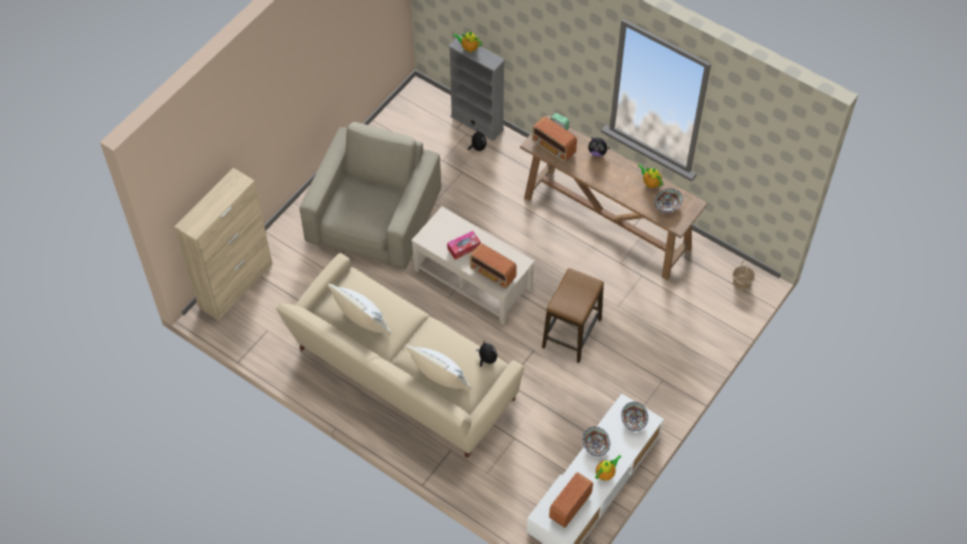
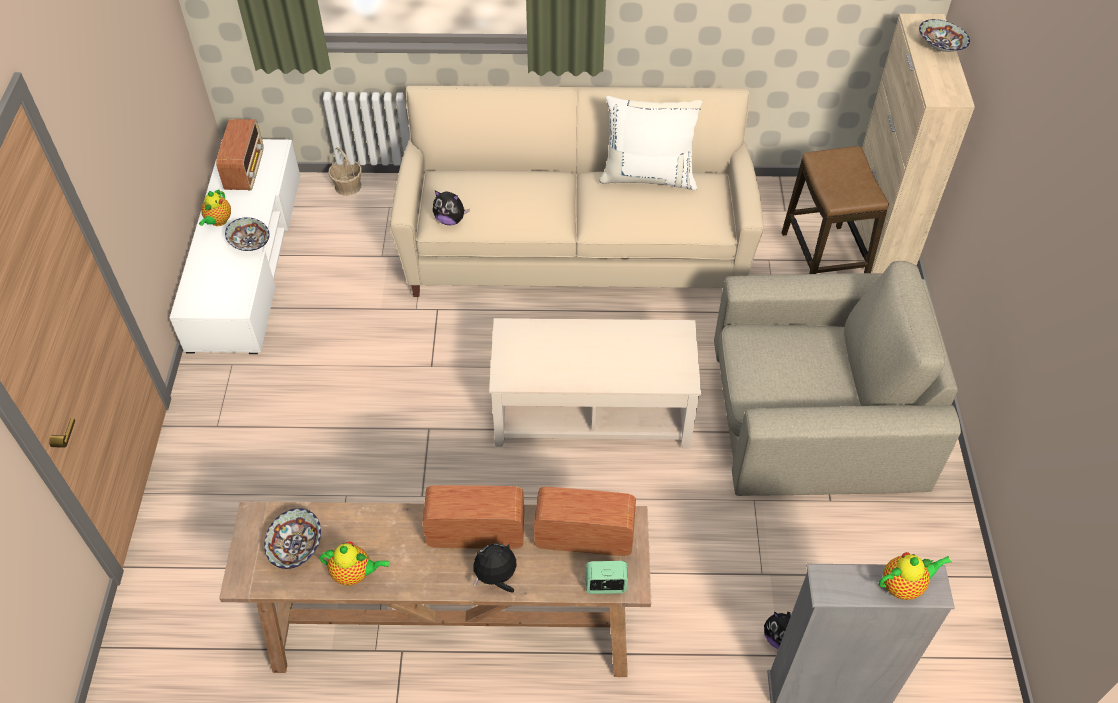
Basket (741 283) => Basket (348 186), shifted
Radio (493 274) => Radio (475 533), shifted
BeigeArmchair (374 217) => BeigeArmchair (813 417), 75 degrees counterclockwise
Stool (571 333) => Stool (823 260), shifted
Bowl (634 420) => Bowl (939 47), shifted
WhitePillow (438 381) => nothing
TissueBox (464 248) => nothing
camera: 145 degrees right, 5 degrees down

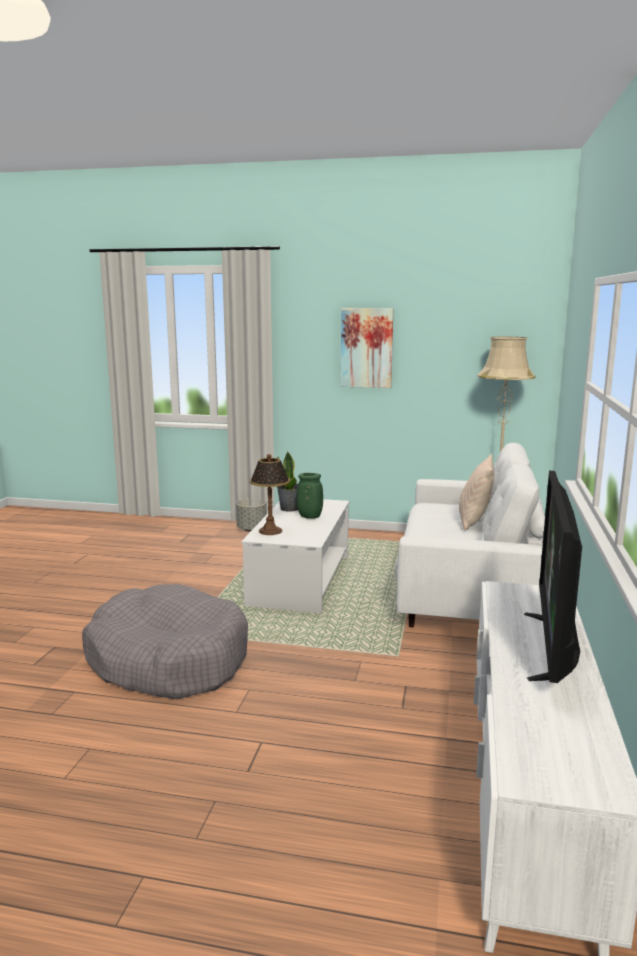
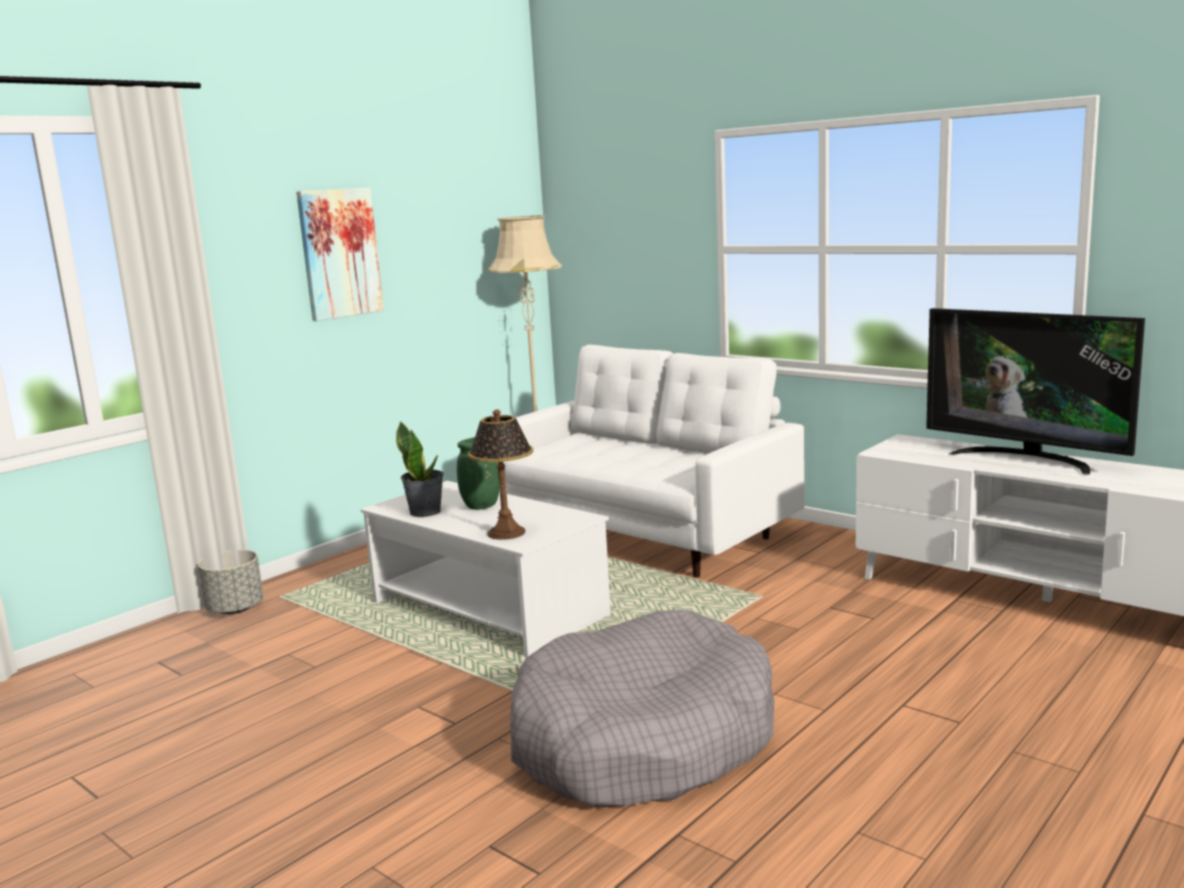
BeigePillow (474 521) => nothing
camera: 60 degrees left, 0 degrees up

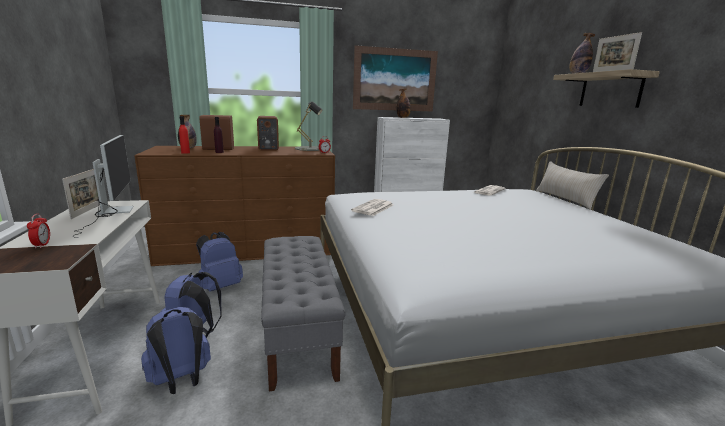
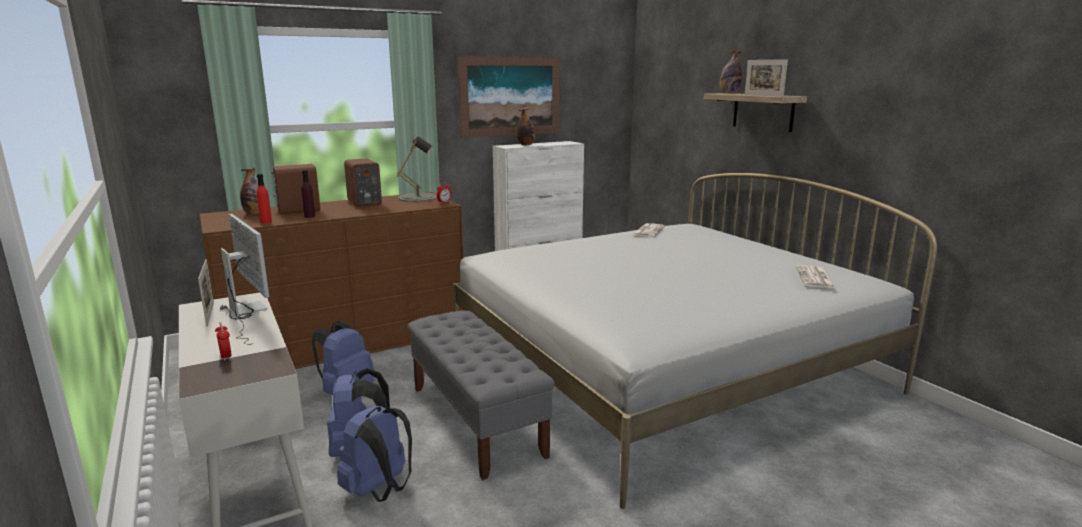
Newspaper (373 208) => Newspaper (815 278), shifted
BeigePillow (565 199) => nothing
camera: 15 degrees left, 0 degrees up

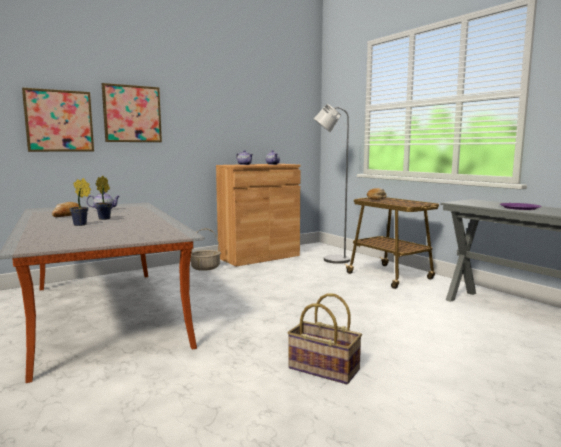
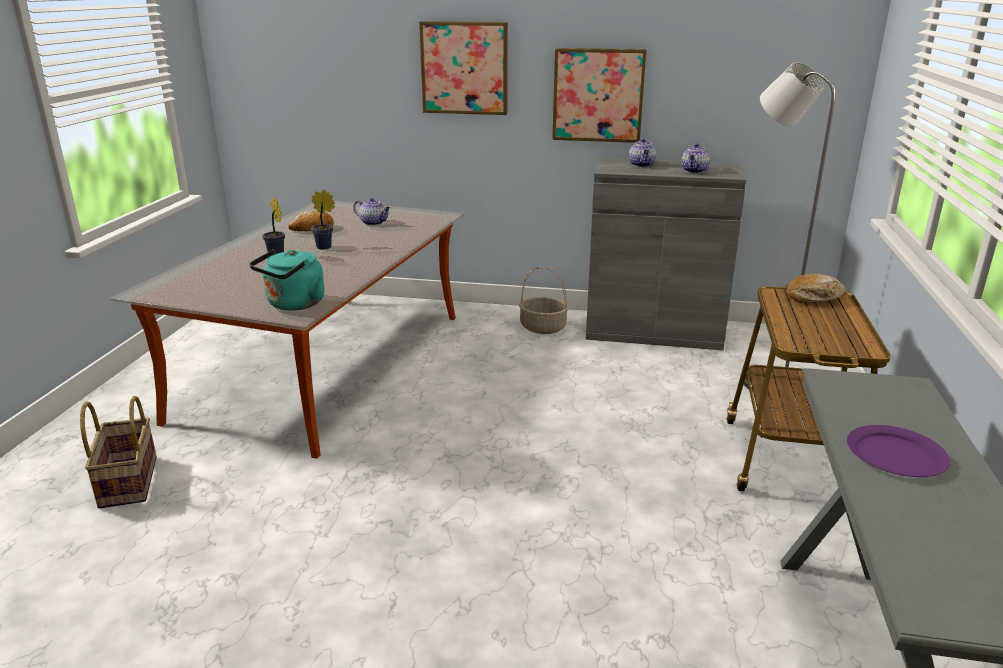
Basket (323 369) => Basket (127 482), shifted
nothing => TurquoiseKettle (293 305)
Picture (59 121) => Picture (598 95), shifted
BrownCabinet (259 257) => GreyCabinet (653 331)
camera: 45 degrees right, 15 degrees up

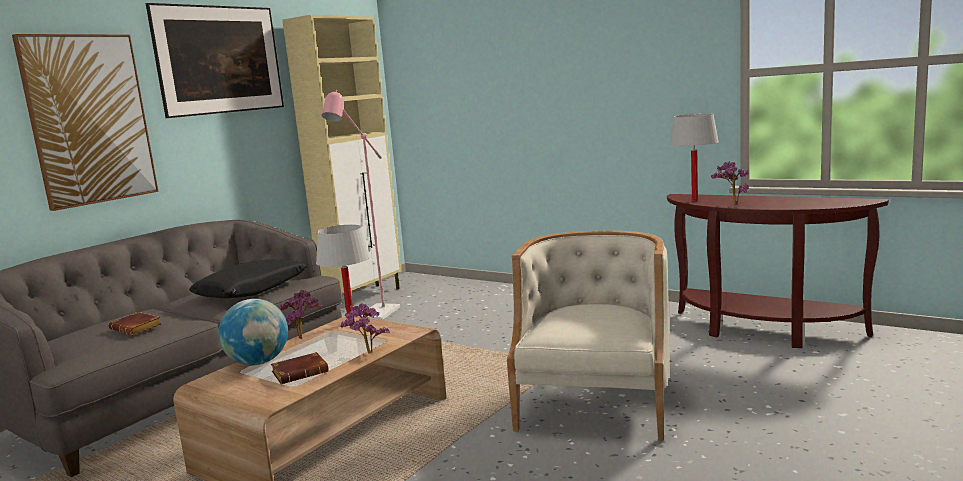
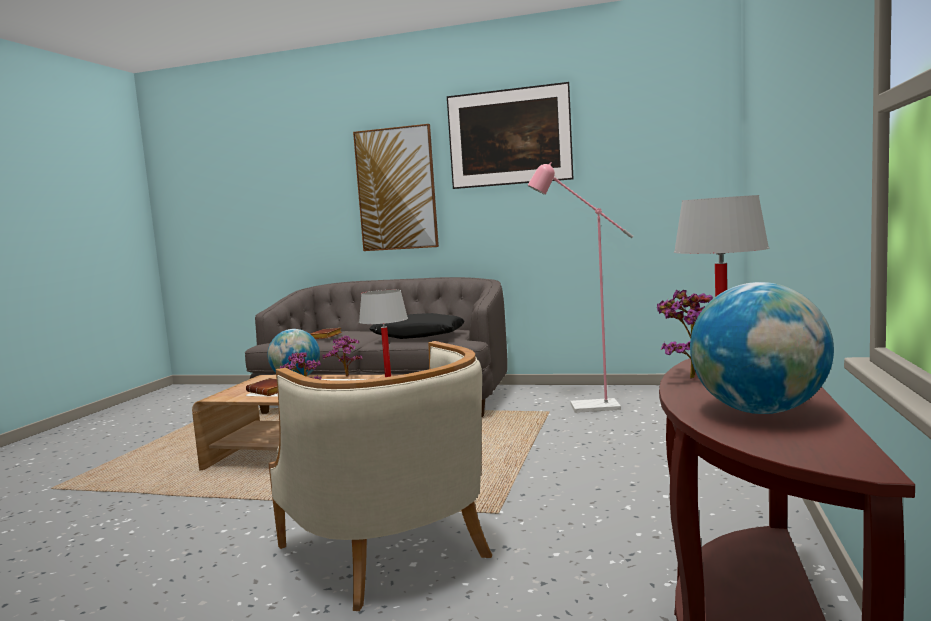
BeigeArmchair (596 402) => BeigeArmchair (389 551), 60 degrees clockwise
nothing => Globe (760 411)
BeigeCabinet (364 297) => nothing
camera: 70 degrees right, 5 degrees down

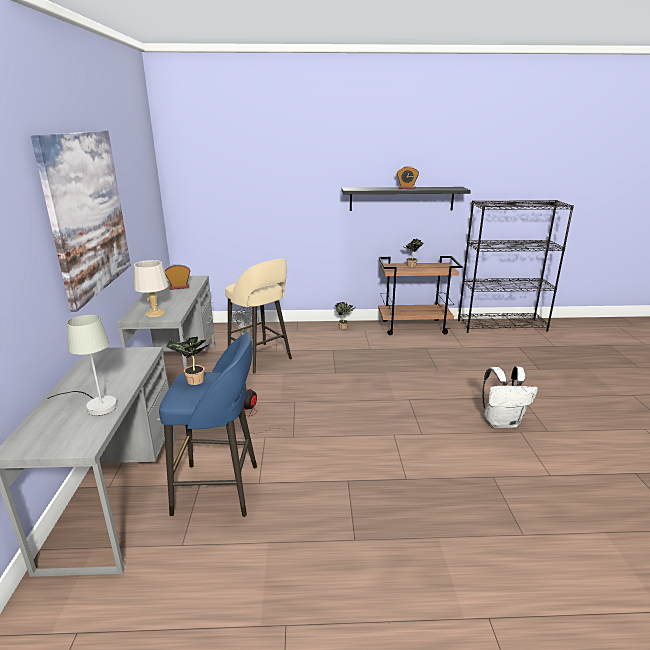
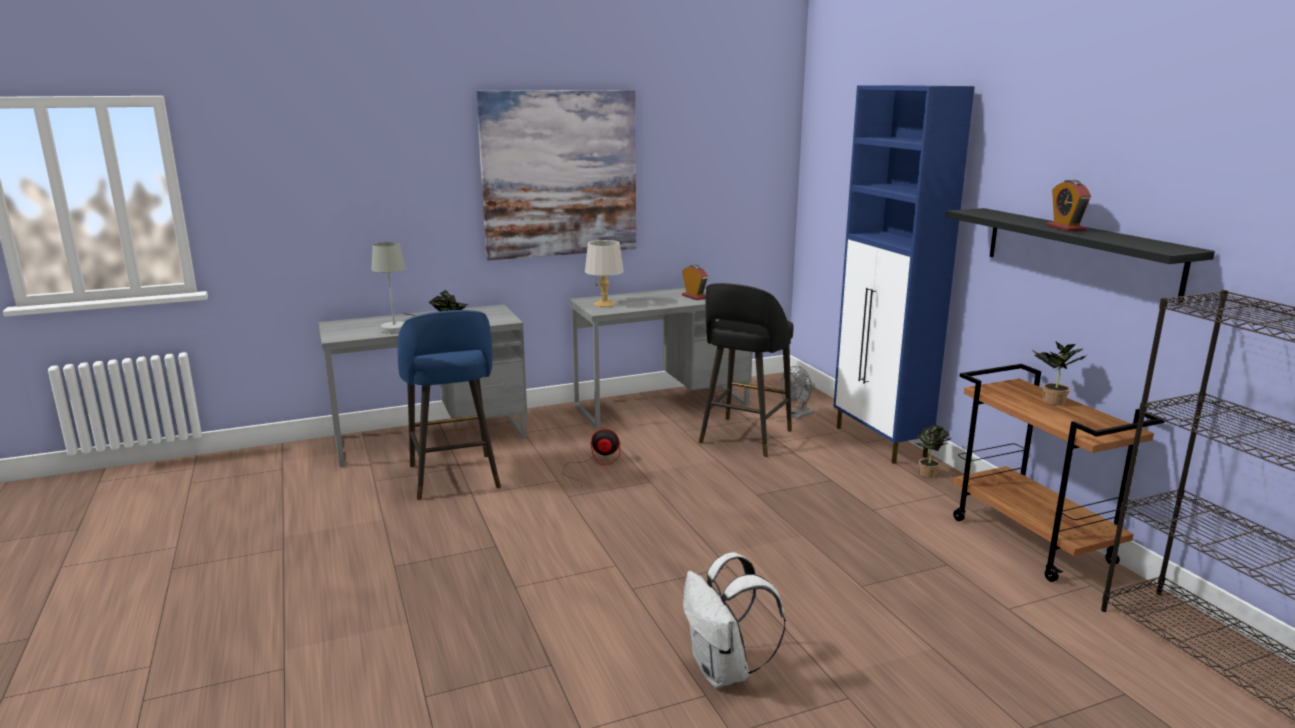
BeigeStool (260 358) => BlackStool (744 438)
nothing => BlueCabinet (880 442)
camera: 70 degrees right, 5 degrees down

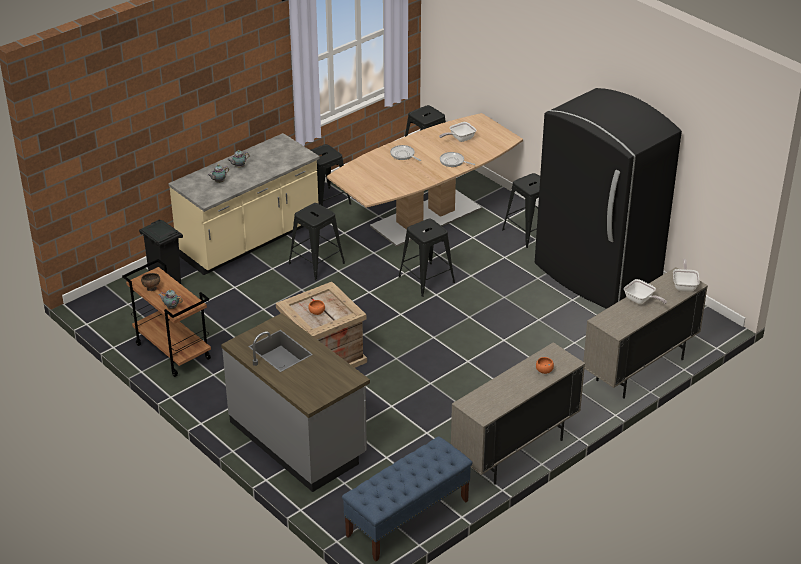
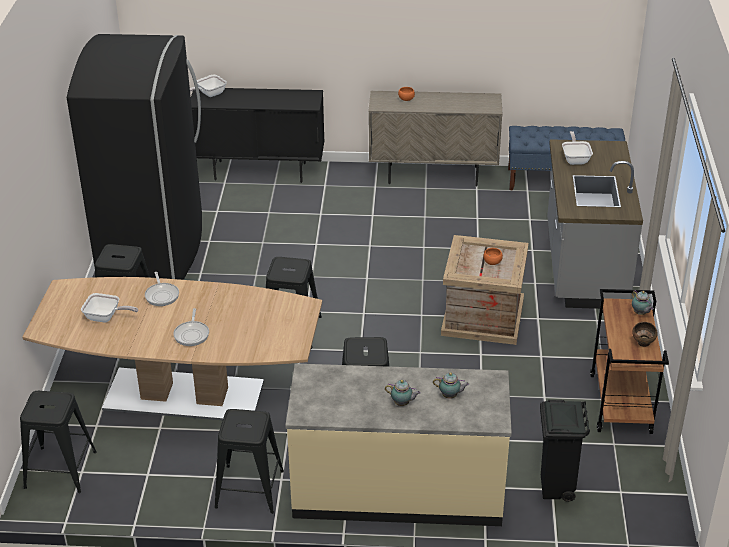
BeigeCabinet (639 370) => BlackCabinet (260 171)
FryingPan (641 301) => FryingPan (575 159), shifted
camera: 135 degrees left, 0 degrees up

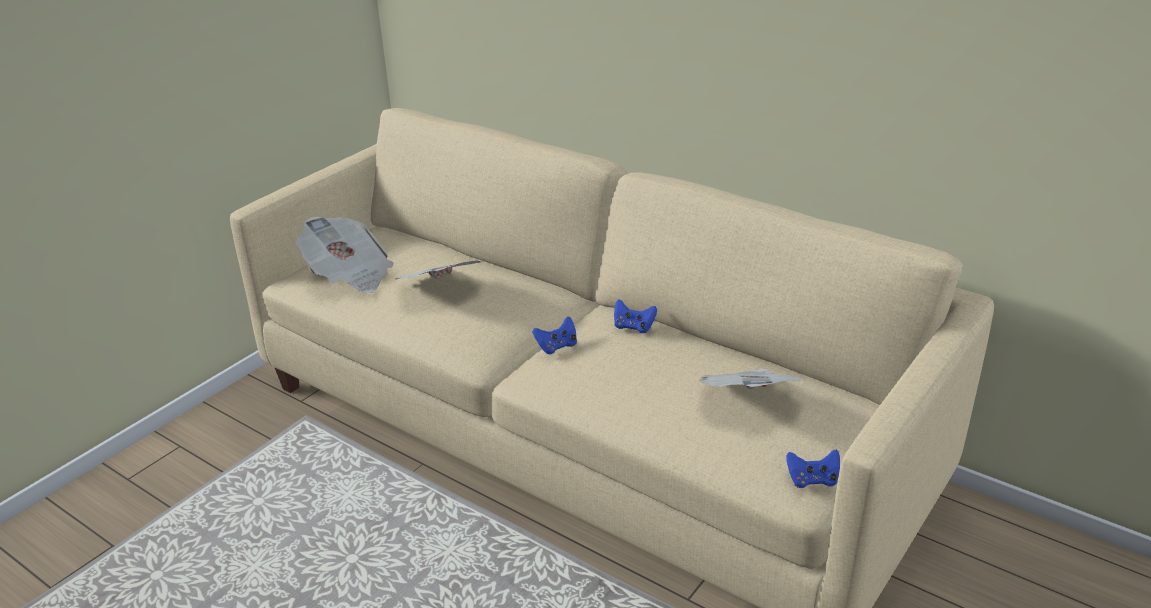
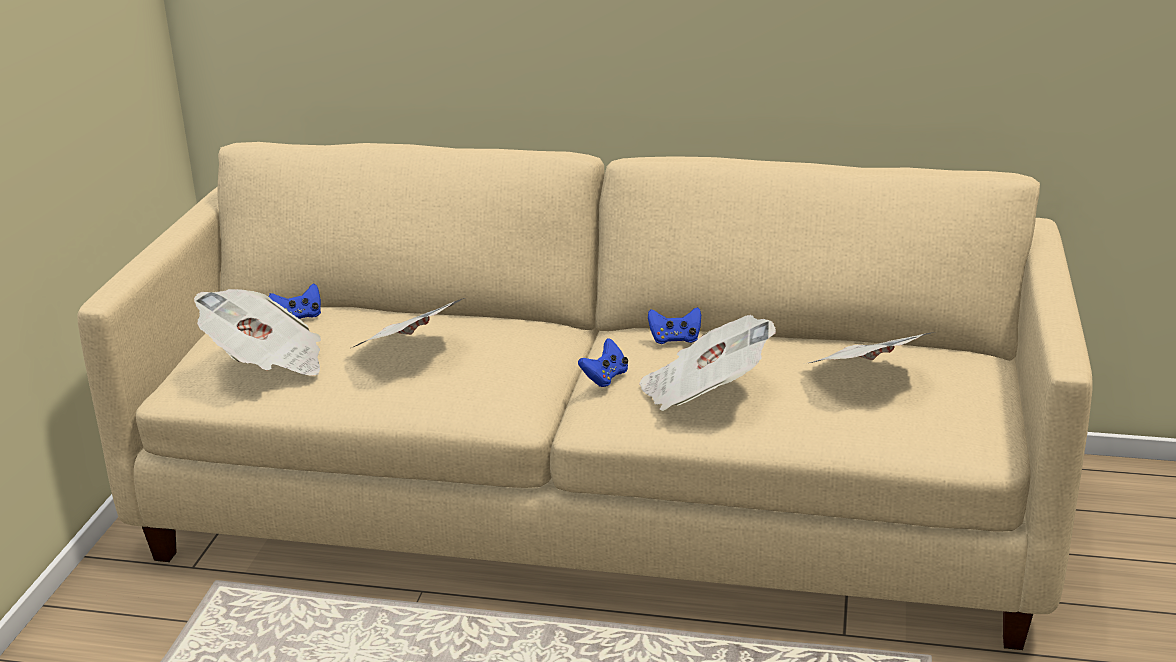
BlueGameController (812 480) => BlueGameController (298 317), shifted
nothing => Newspaper (704 393)
camera: 25 degrees left, 5 degrees down

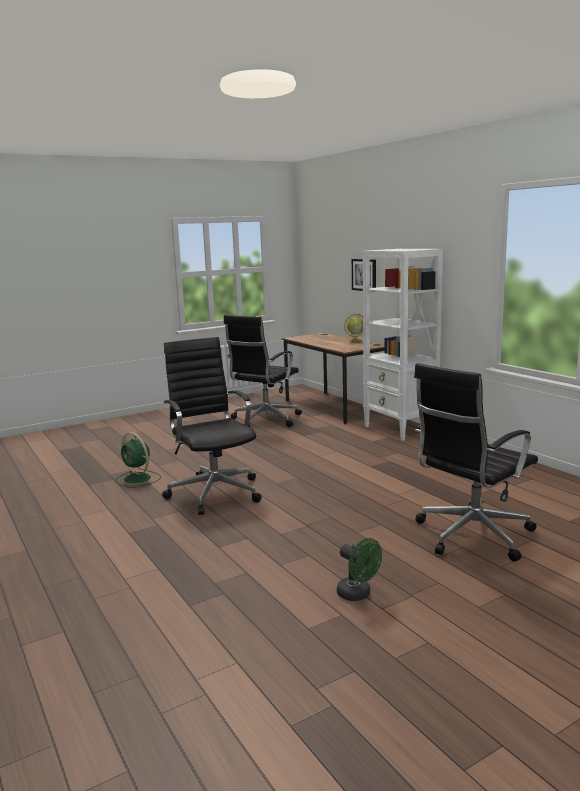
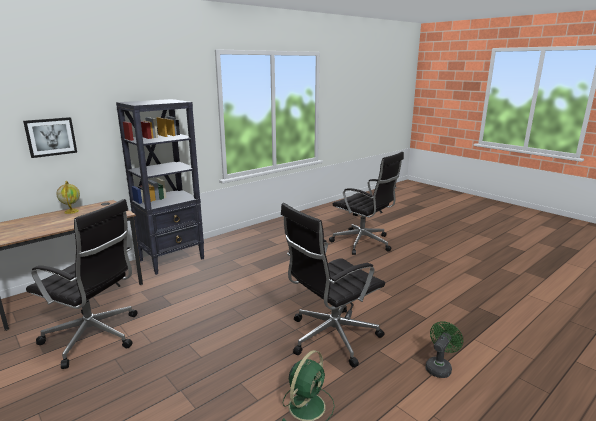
WhiteBookcase (400 429) => BlackBookcase (172 259)
GreenFan (358 595) => GreenFan (439 367), shifted
camera: 100 degrees left, 5 degrees up

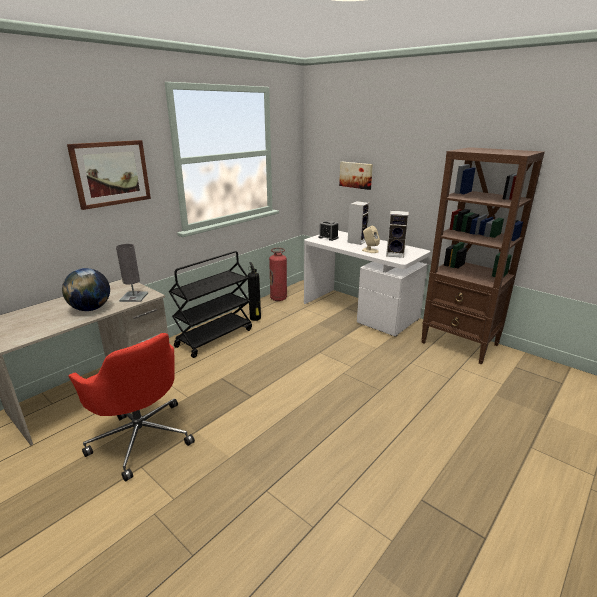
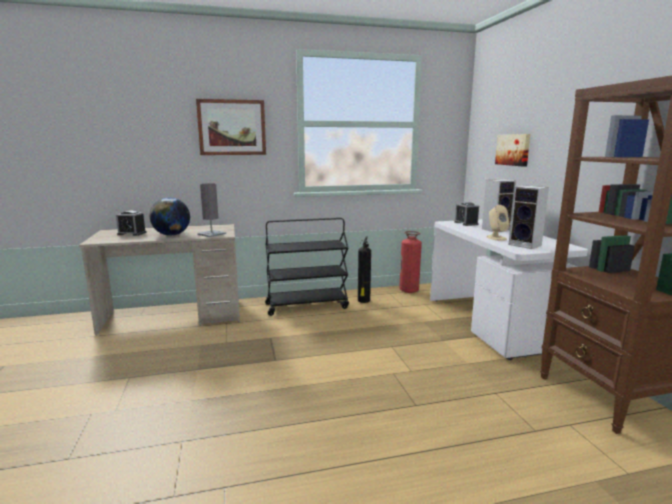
nothing => AlarmClock (132 233)
RedOfficeChair (141 436) => nothing
camera: 35 degrees right, 10 degrees down

